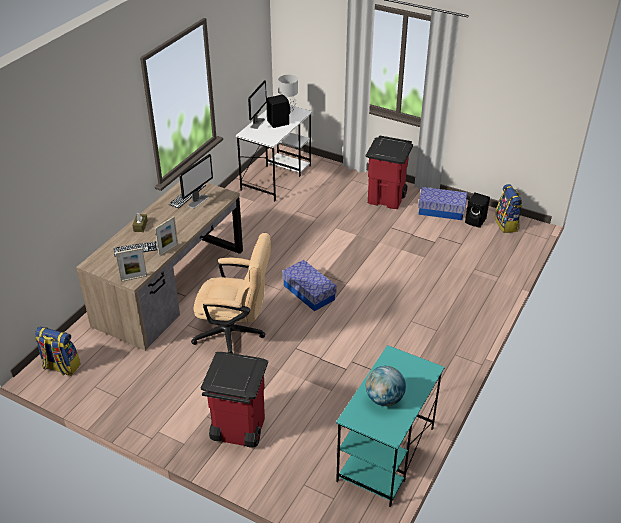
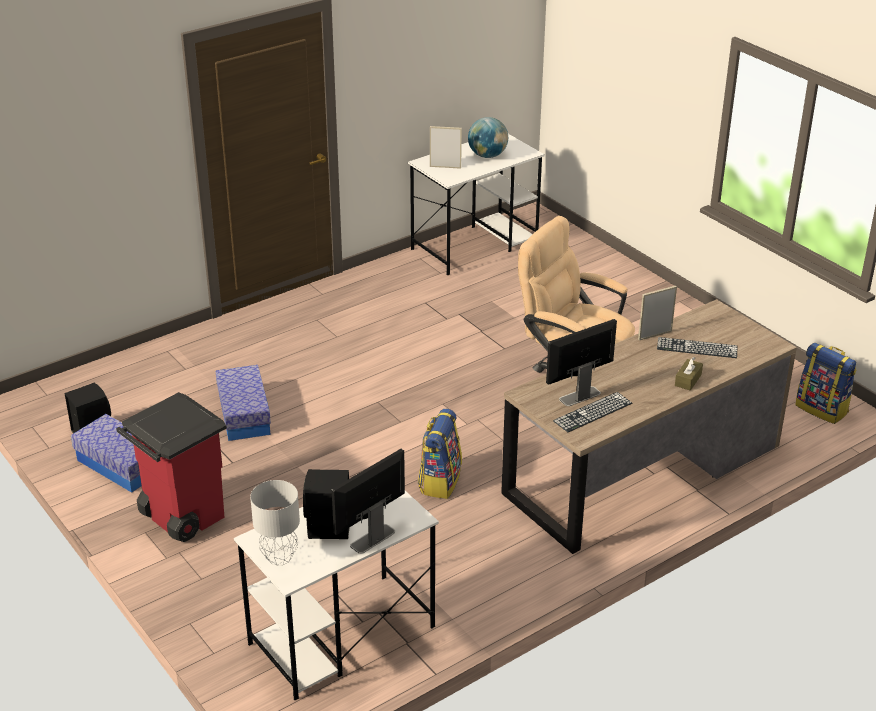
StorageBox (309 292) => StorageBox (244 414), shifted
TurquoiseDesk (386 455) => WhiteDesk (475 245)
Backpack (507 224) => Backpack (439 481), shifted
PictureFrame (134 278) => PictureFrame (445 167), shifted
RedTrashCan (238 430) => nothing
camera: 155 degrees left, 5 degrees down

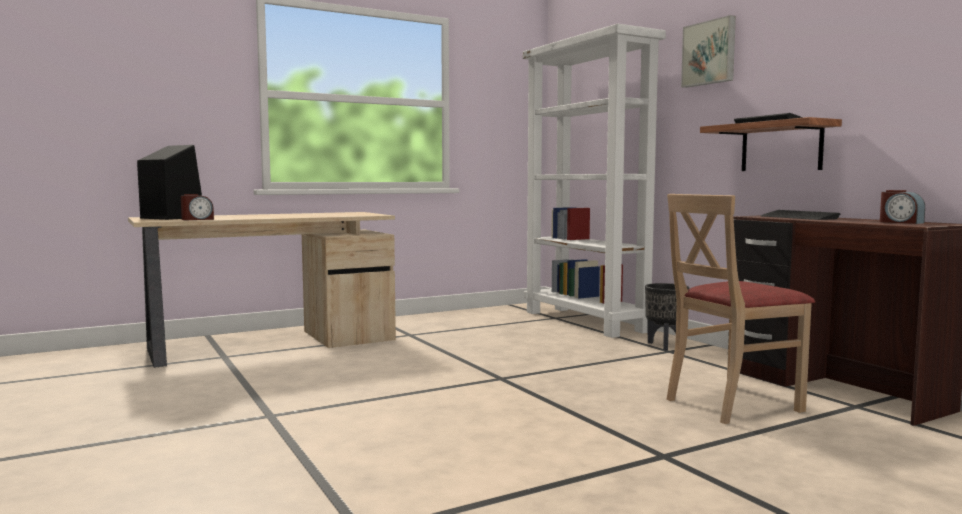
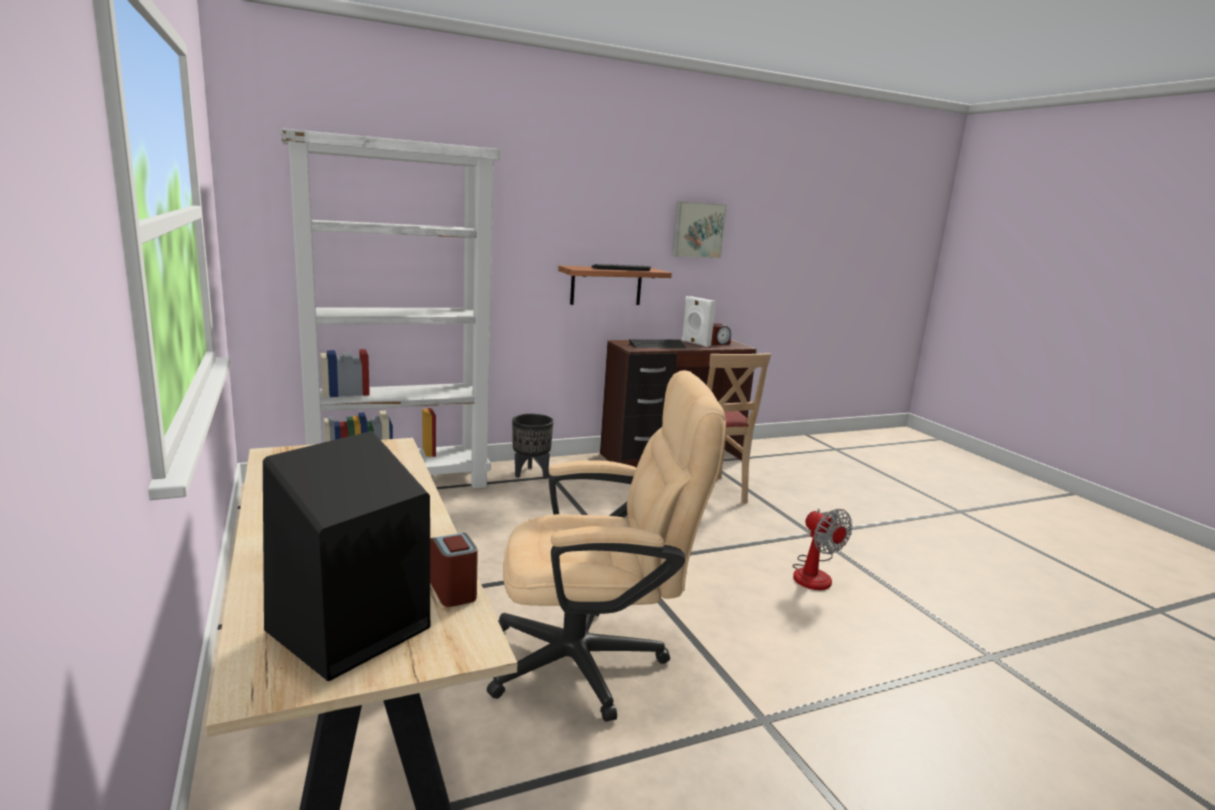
nothing => BeigeOfficeChair (593 661)
Picture (710 53) => Picture (697 230), shifted
nothing => WhiteSpeaker (695 343)
nothing => Fan (814 573)
camera: 85 degrees left, 10 degrees up

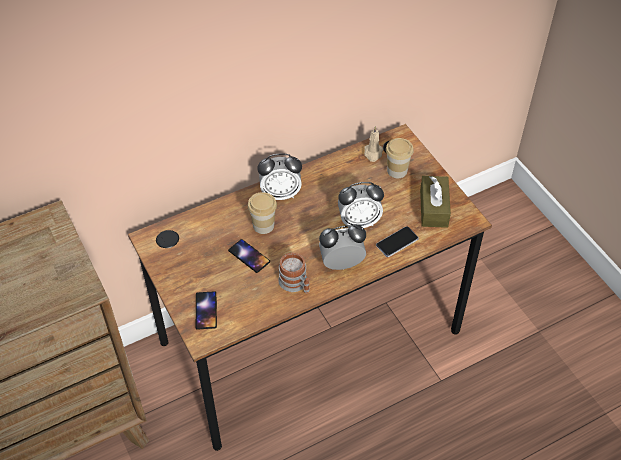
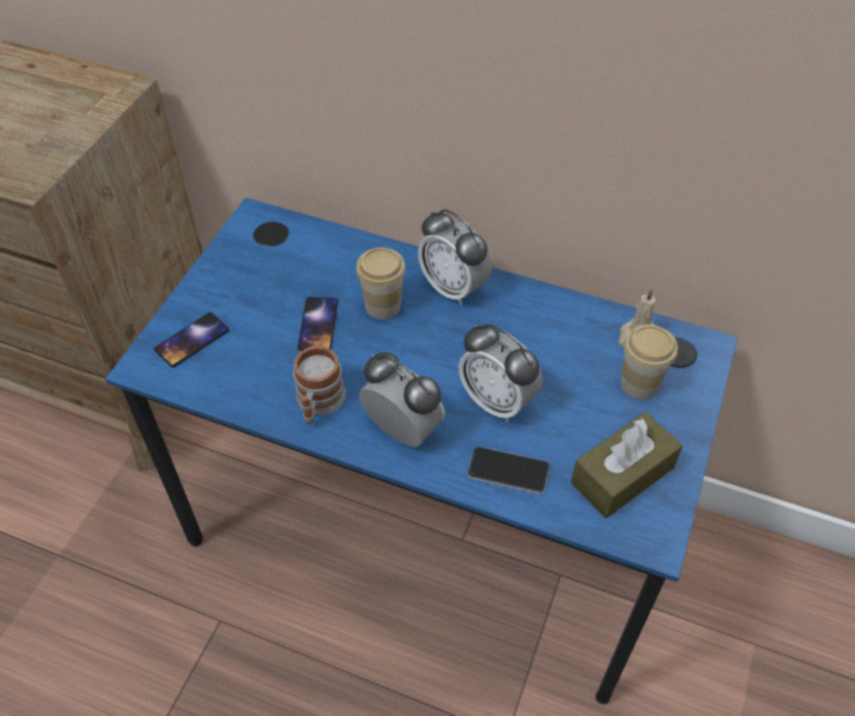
BrownDesk (310 336) => BlueDesk (427 526)
camera: 50 degrees right, 0 degrees up

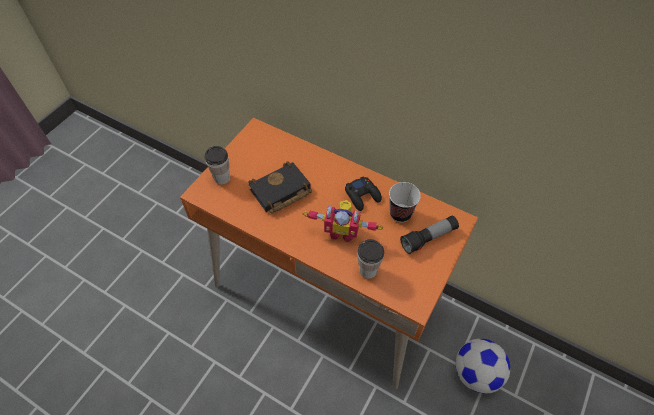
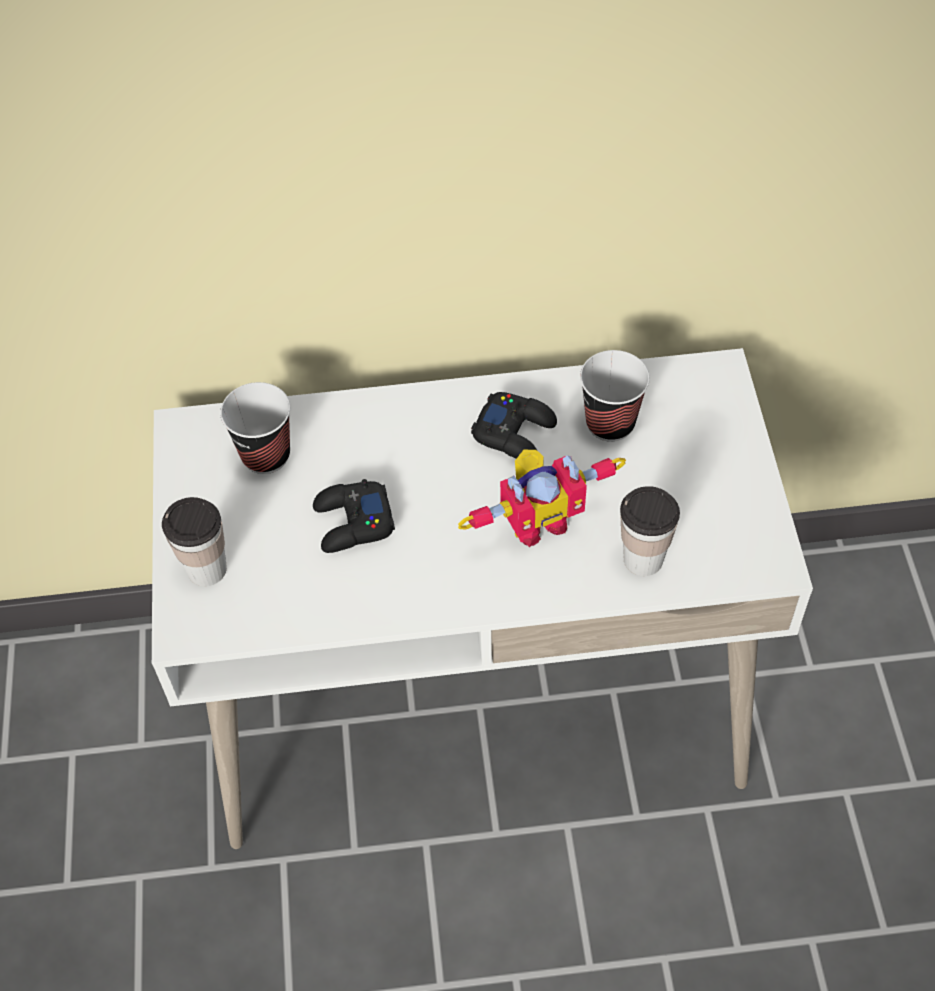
OrangeDesk (327 292) => WhiteDesk (476 701)
nothing => Cup (266 455)
BlackBook (280 192) => BlackGameController (353 523)
Flashlight (428 238) => nothing
Football (476 373) => nothing
camera: 35 degrees left, 0 degrees up

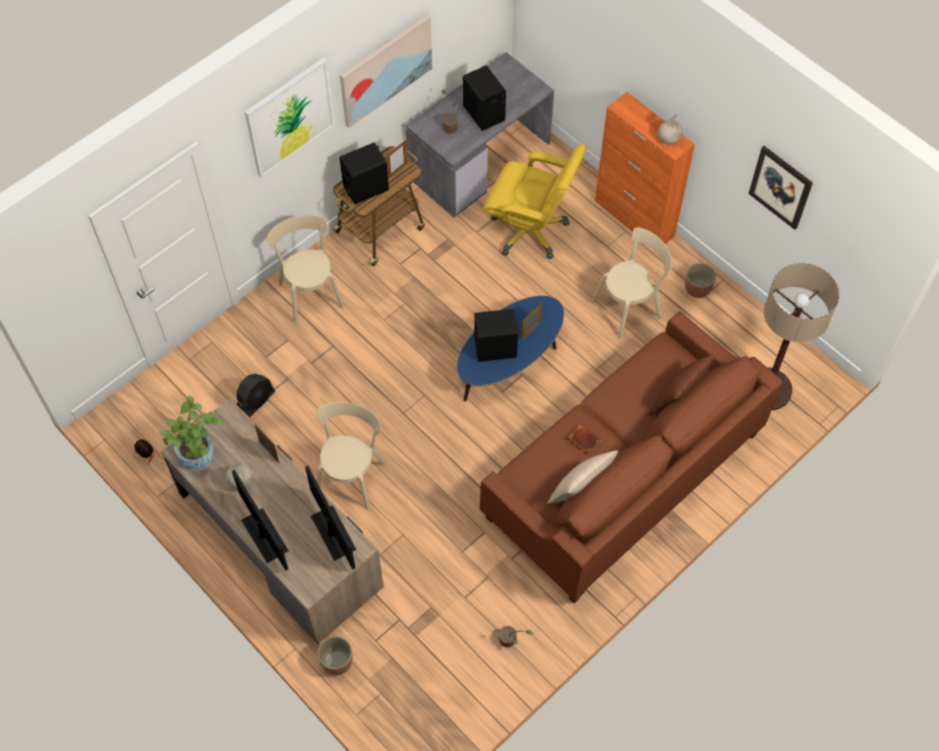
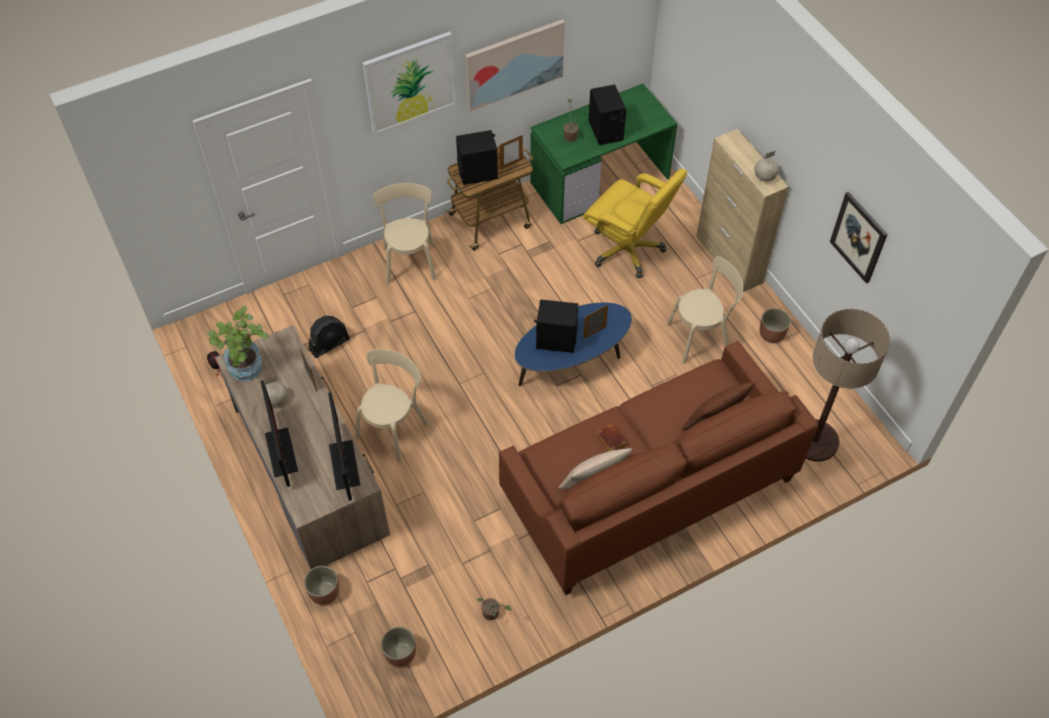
nothing => Planter (400 653)
GreyDesk (479 159) => GreenDesk (600 179)
OrangeCabinet (634 219) => BeigeCabinet (729 260)
camera: 15 degrees right, 5 degrees down

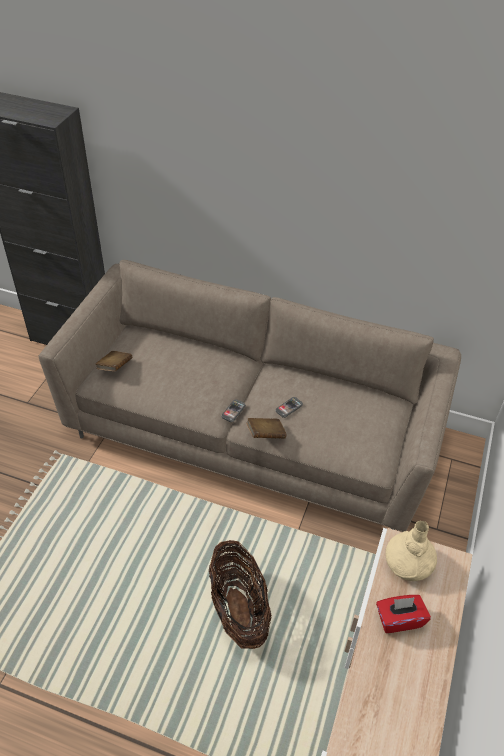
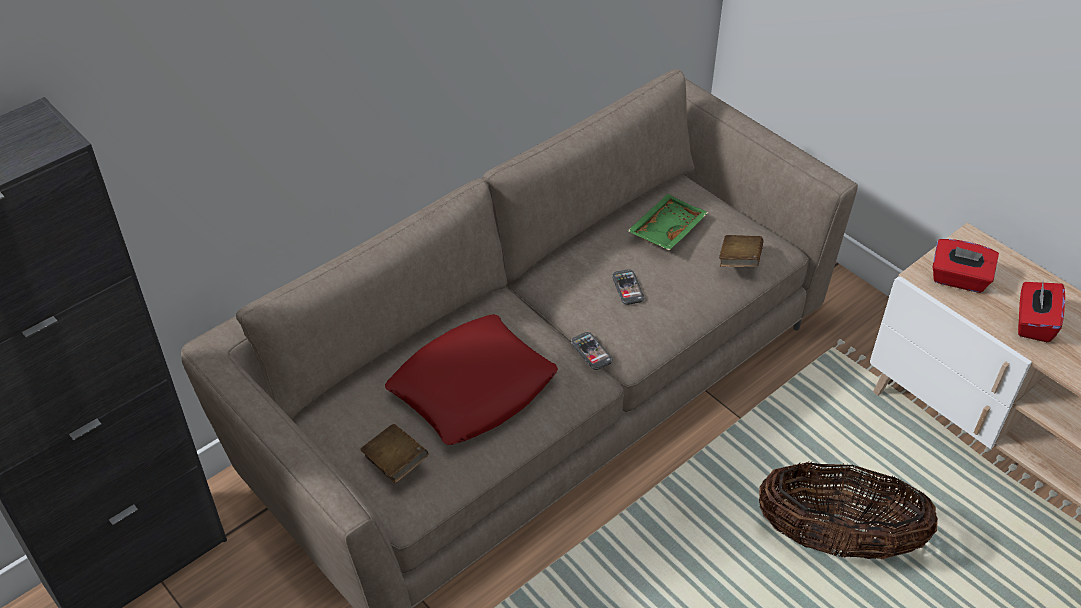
nothing => RedPillow (473 387)
nothing => GreenTray (665 230)
BrownBook (265 434) => BrownBook (739 261), shifted
BeigeVase (408 563) => RedTissueBox (958 279)
camera: 60 degrees left, 0 degrees up

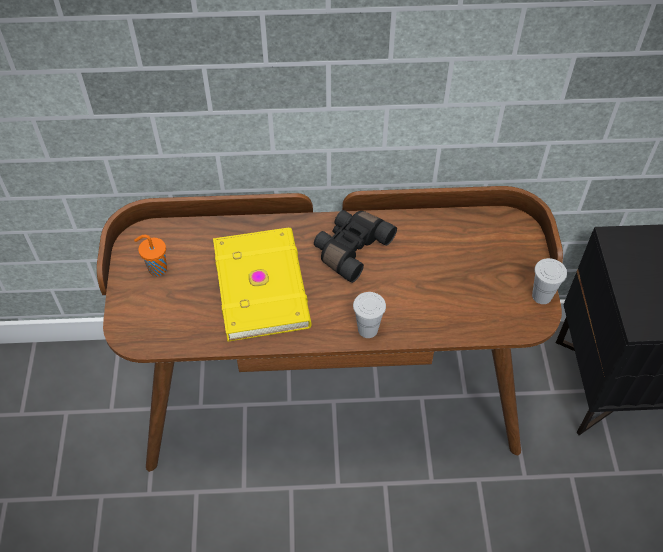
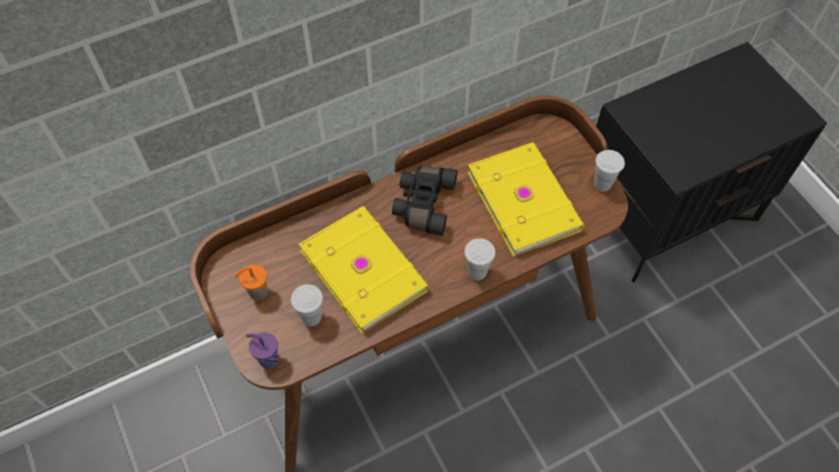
nothing => PurpleCup (267 359)
nothing => WhiteCup (311 317)
nothing => YellowBook (525 200)
camera: 25 degrees left, 5 degrees up

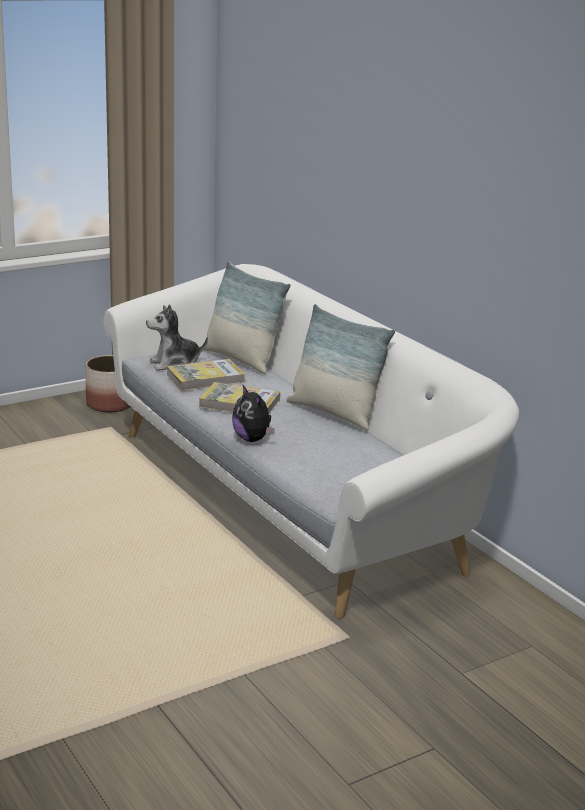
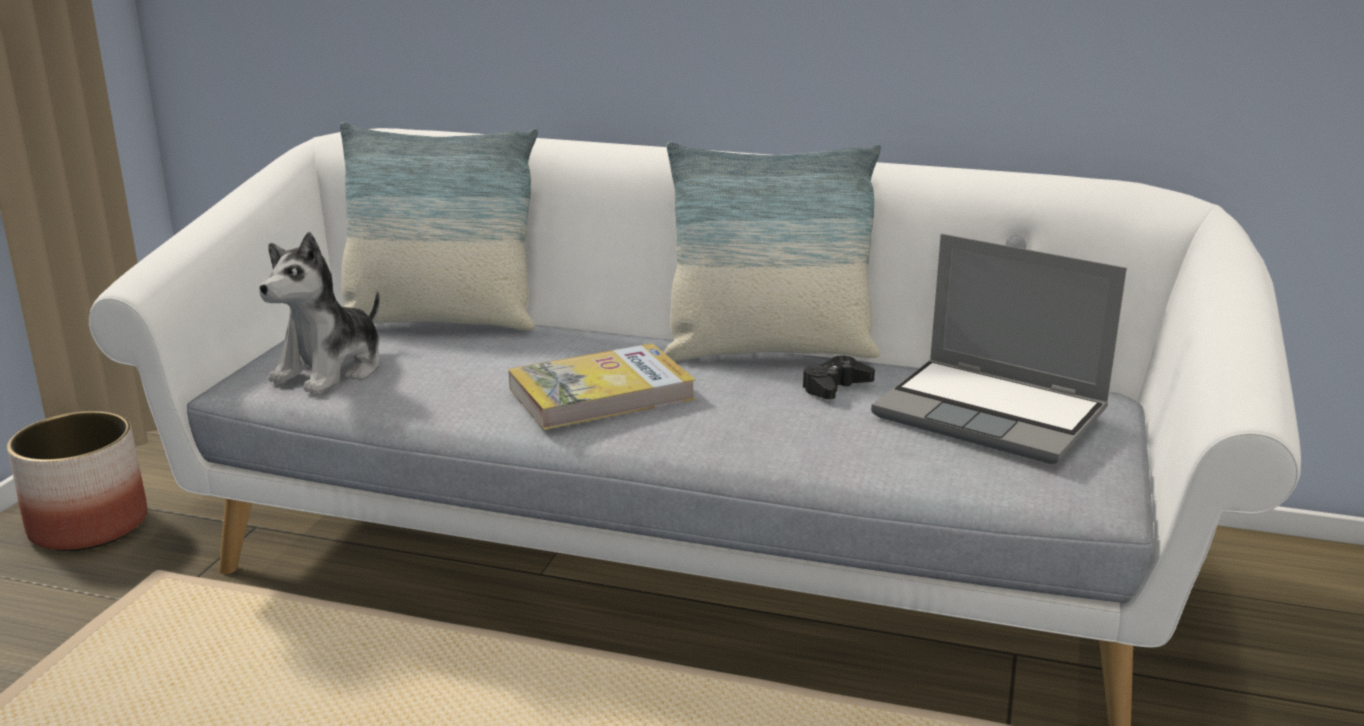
nothing => BlackGameController (835 387)
nothing => Laptop (993 414)
Book (205 378) => nothing
PlushToy (253 439) => nothing
camera: 40 degrees left, 0 degrees up

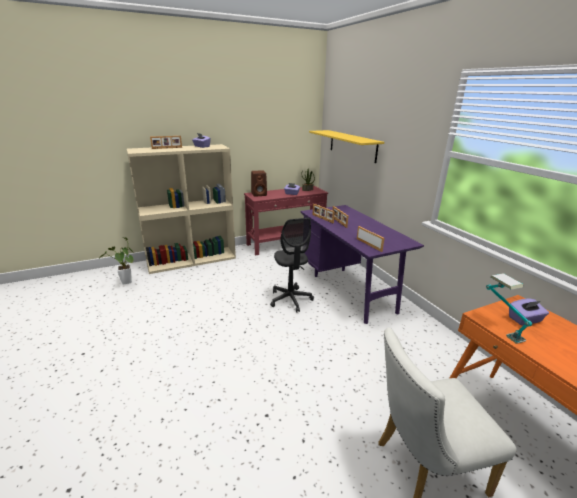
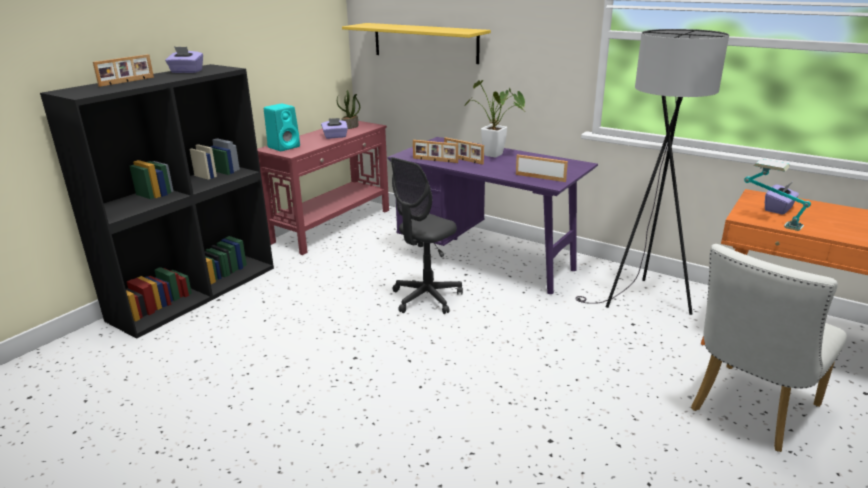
BeigeBookcase (192 259) => BlackBookcase (195 292)
BrownSpeaker (259 194) => TurquoiseSpeaker (284 147)
GreyOfficeChair (290 300) => GreyOfficeChair (426 298), 90 degrees clockwise
PottedPlant (126 283) => PottedPlant (497 156), shifted
nothing => GreyFloorLamp (641 302)
camera: 30 degrees left, 0 degrees up

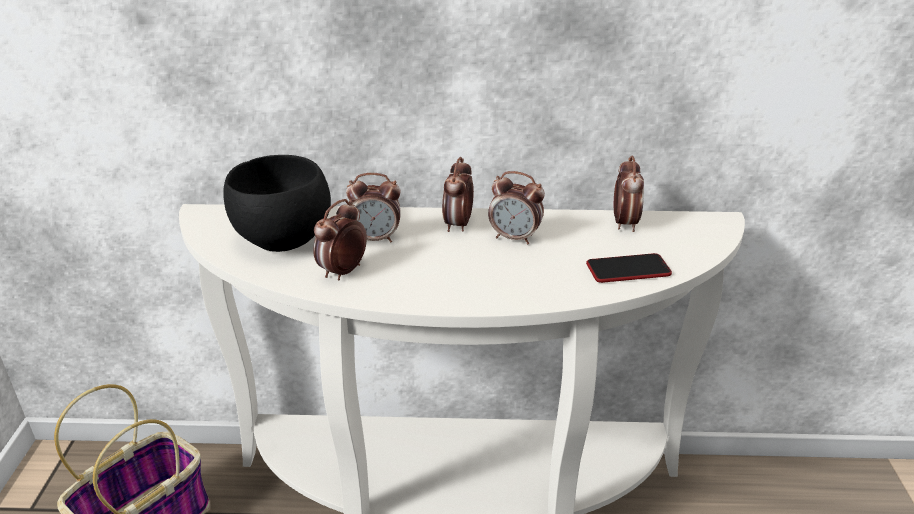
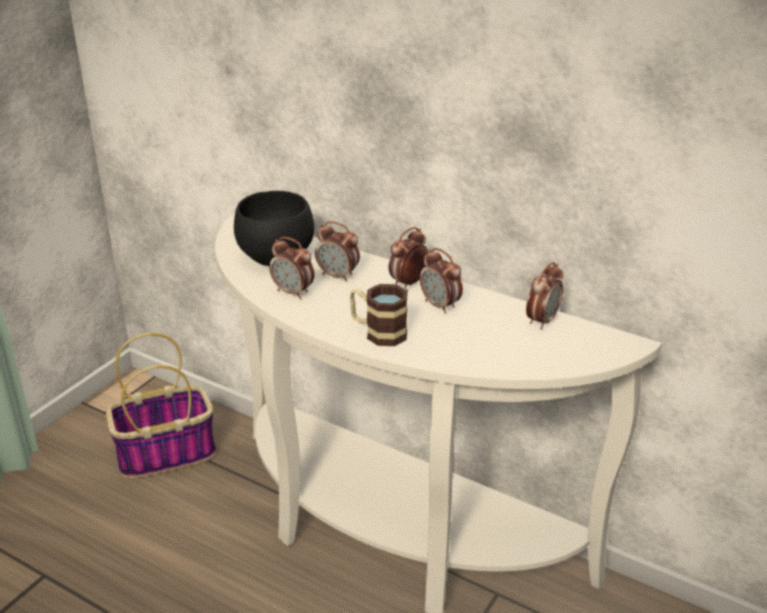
AlarmClock (342 272) => AlarmClock (293 292), 120 degrees counterclockwise
nothing => Mug (378 332)
Phone (628 269) => nothing
camera: 30 degrees right, 0 degrees up

